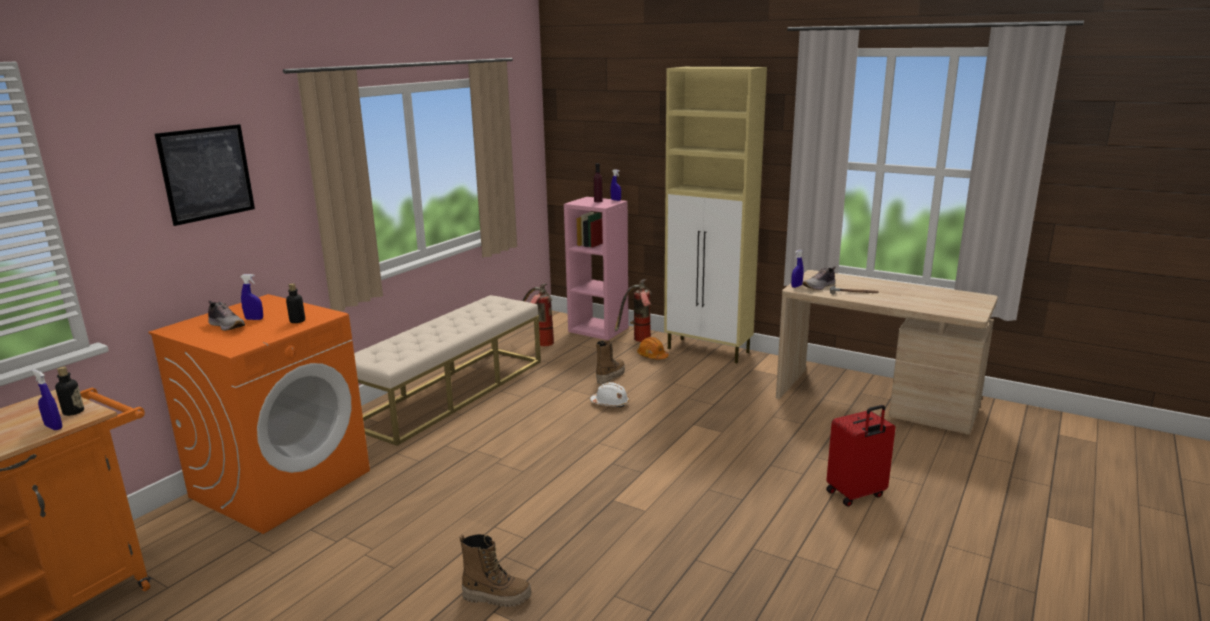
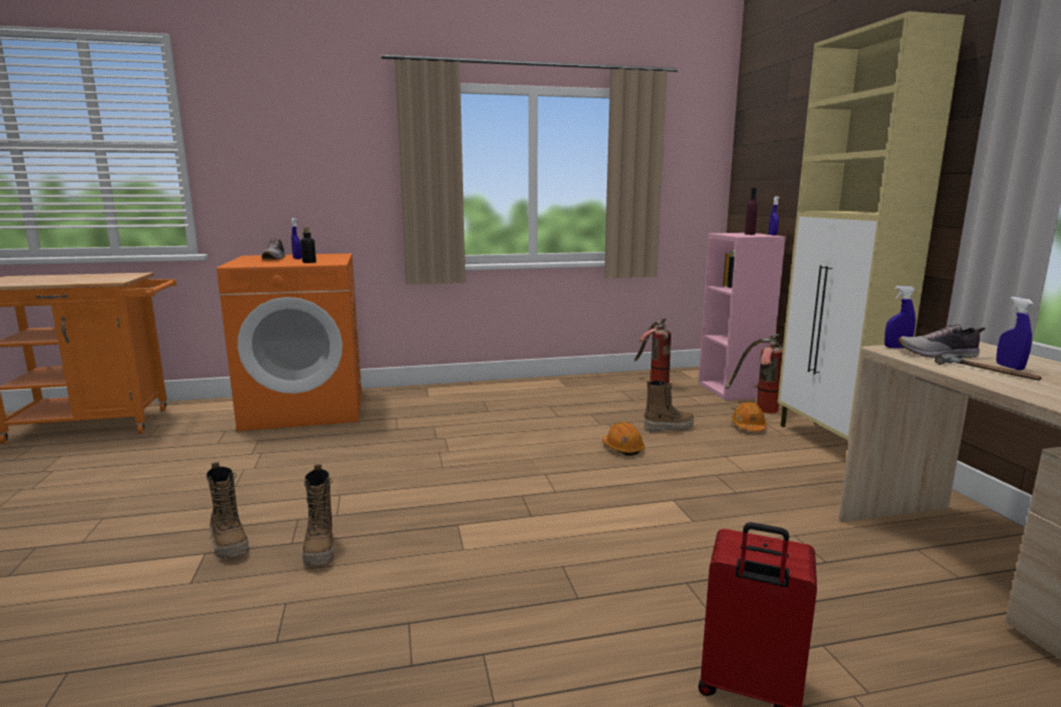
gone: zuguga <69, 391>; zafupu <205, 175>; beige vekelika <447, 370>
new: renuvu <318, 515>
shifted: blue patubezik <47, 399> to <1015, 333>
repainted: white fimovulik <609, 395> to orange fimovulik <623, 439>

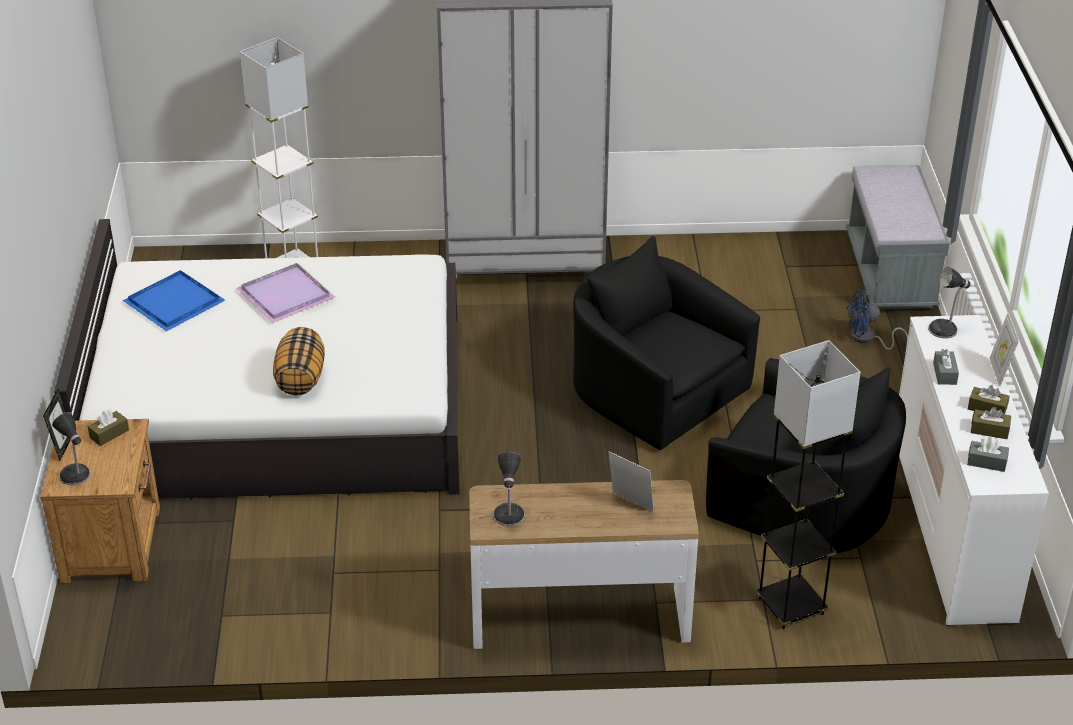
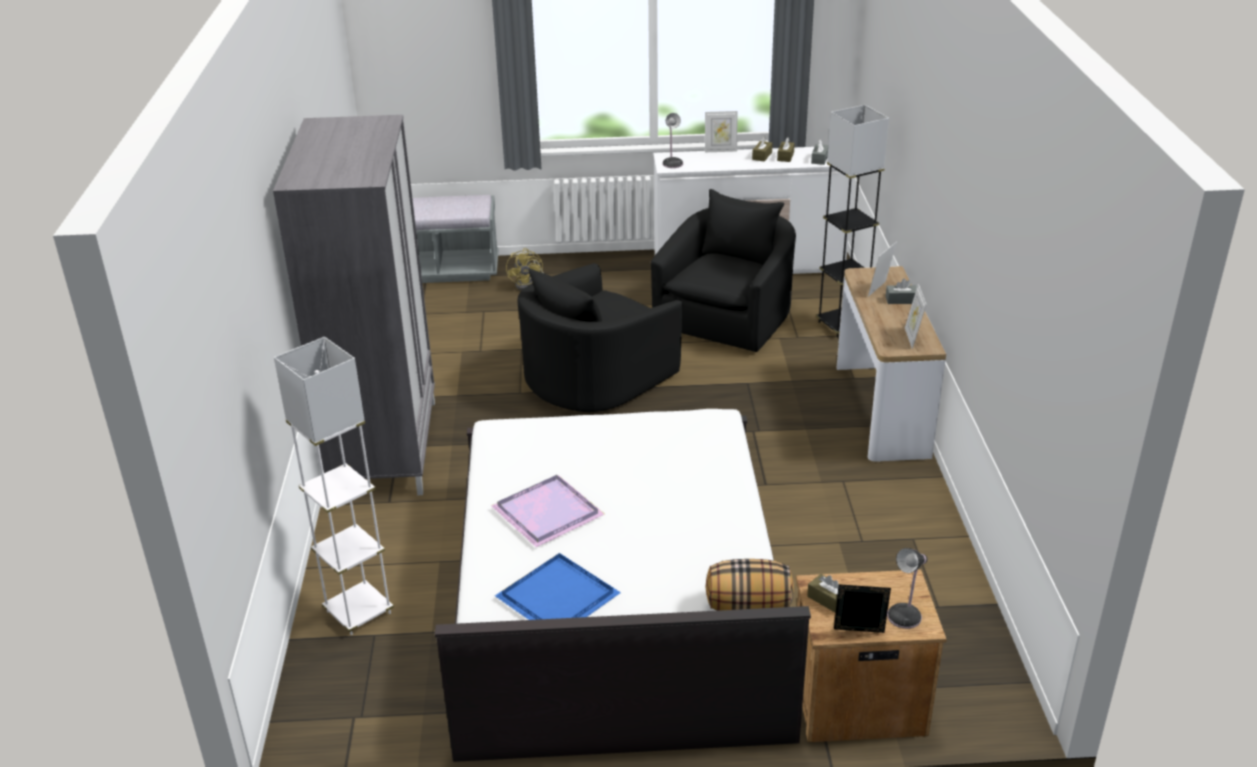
shifted: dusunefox <299, 361> to <750, 585>; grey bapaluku <946, 367> to <901, 291>
swapped: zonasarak <509, 489> to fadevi <915, 316>
repainted: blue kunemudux <877, 320> to yellow kunemudux <525, 269>

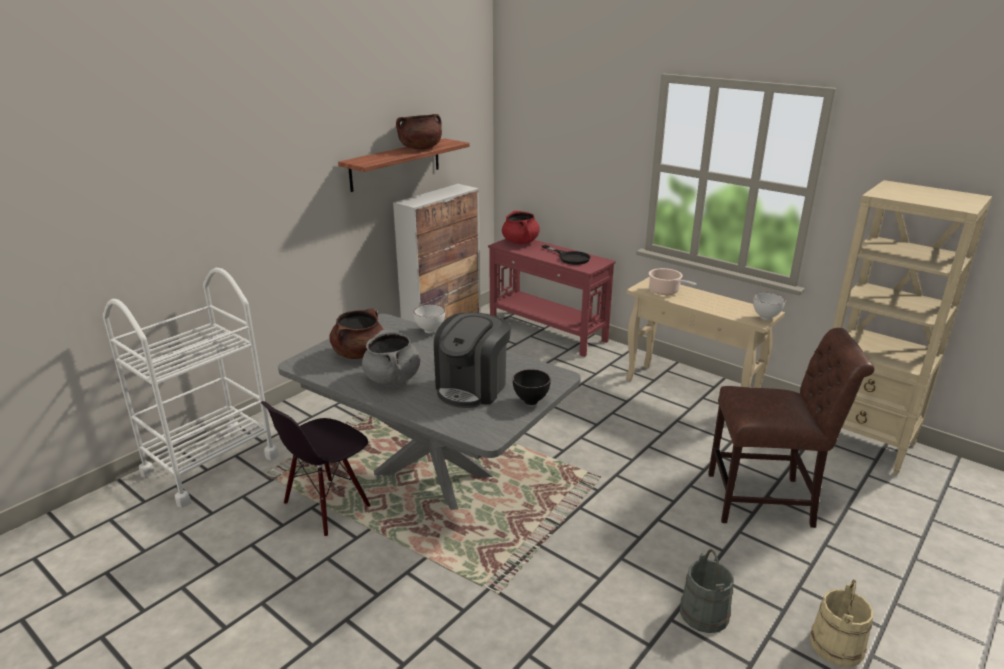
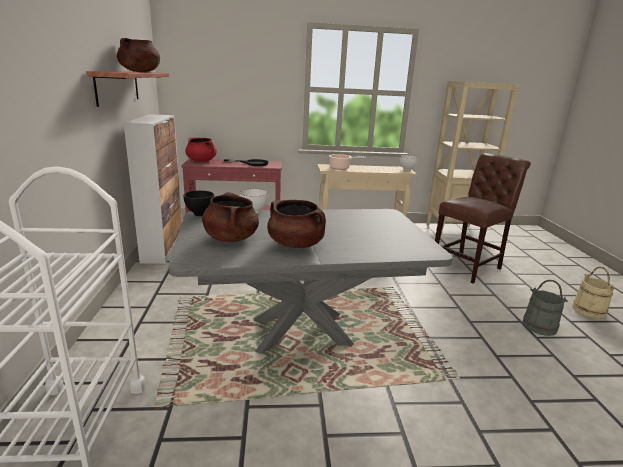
gone: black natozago <316, 469>; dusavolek <472, 360>
shifted: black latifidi <532, 387> to <198, 203>
repainted: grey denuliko <391, 358> to brown denuliko <296, 224>

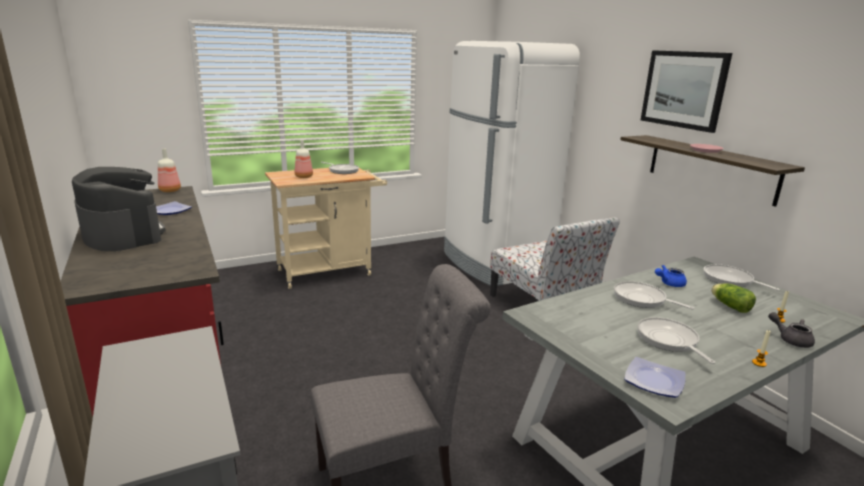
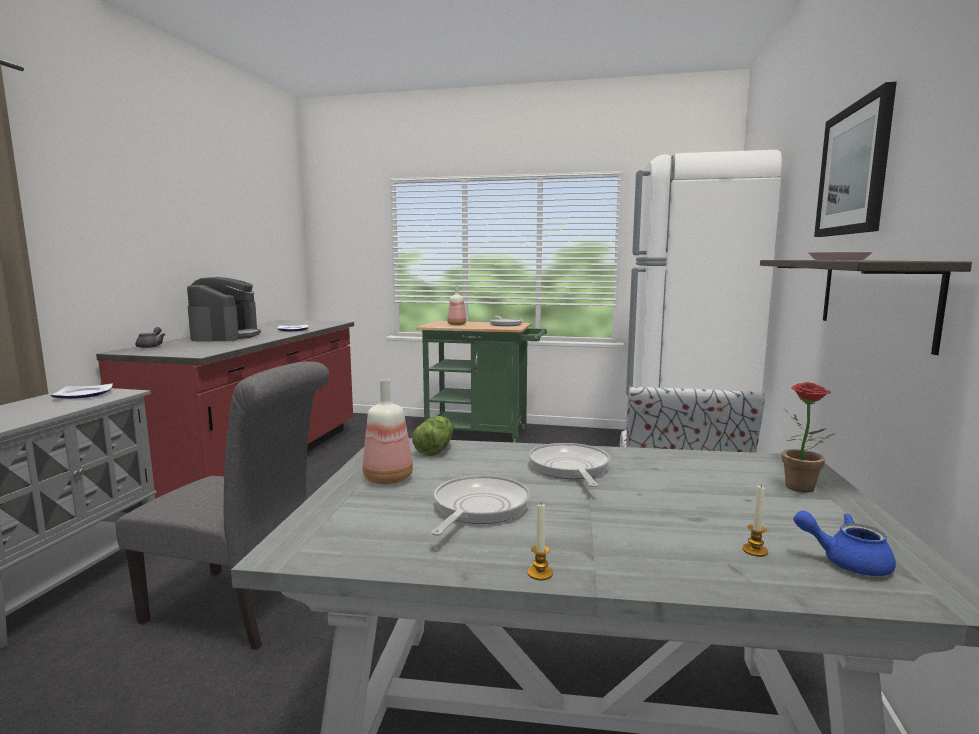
shifted: zuguga <169, 170> to <388, 431>; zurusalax <655, 377> to <82, 391>; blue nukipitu <671, 276> to <845, 543>; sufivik <733, 298> to <432, 436>; grey nukipitu <791, 330> to <150, 337>
swapped: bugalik <741, 277> to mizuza <809, 437>
repainted: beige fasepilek <326, 228> to green fasepilek <481, 382>

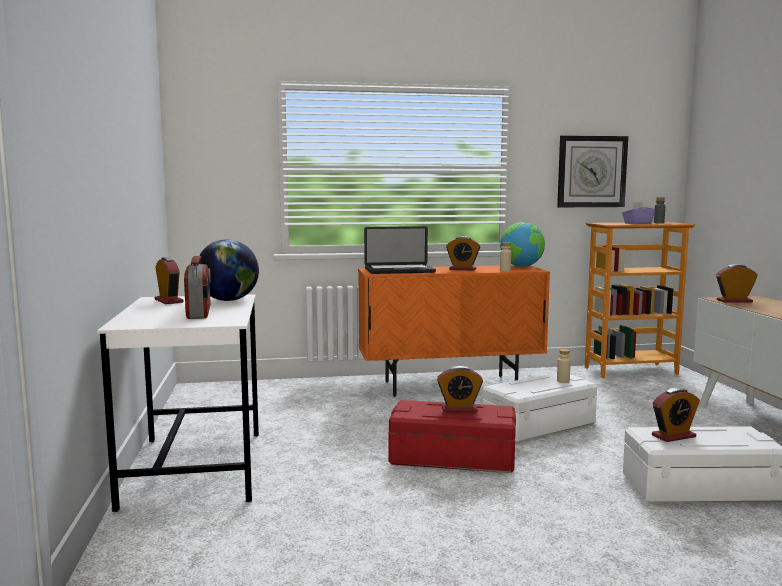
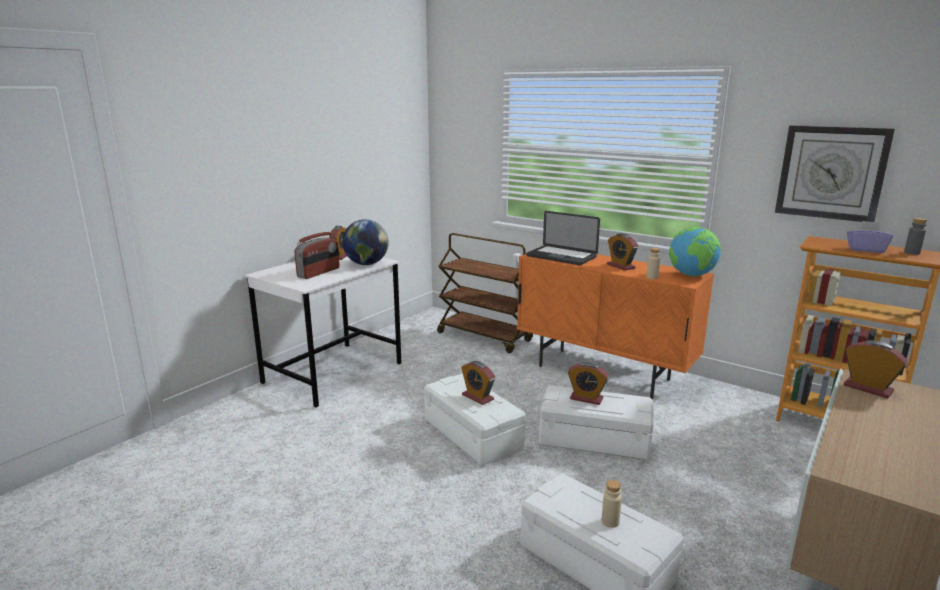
new: brown fasepilek <485, 293>
shifted: beige zuguga <564, 366> to <612, 504>; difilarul <676, 415> to <588, 383>
repainted: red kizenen <452, 436> to white kizenen <475, 420>

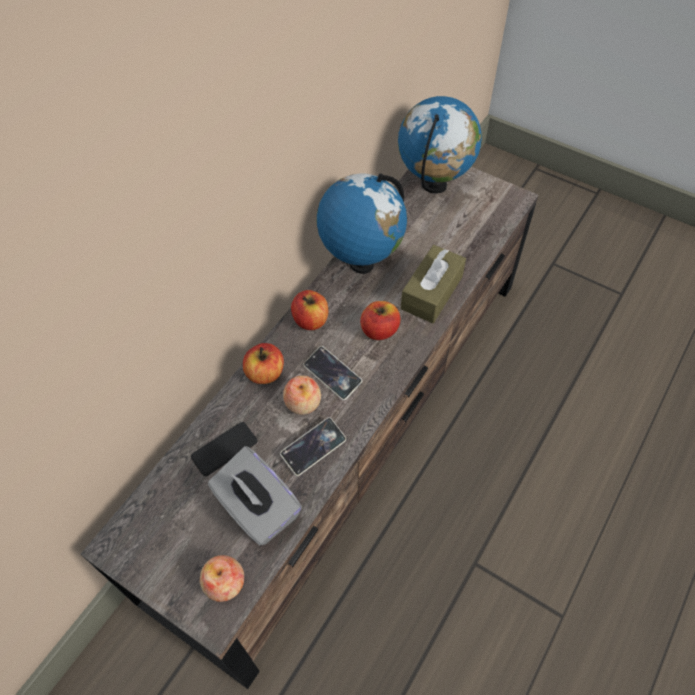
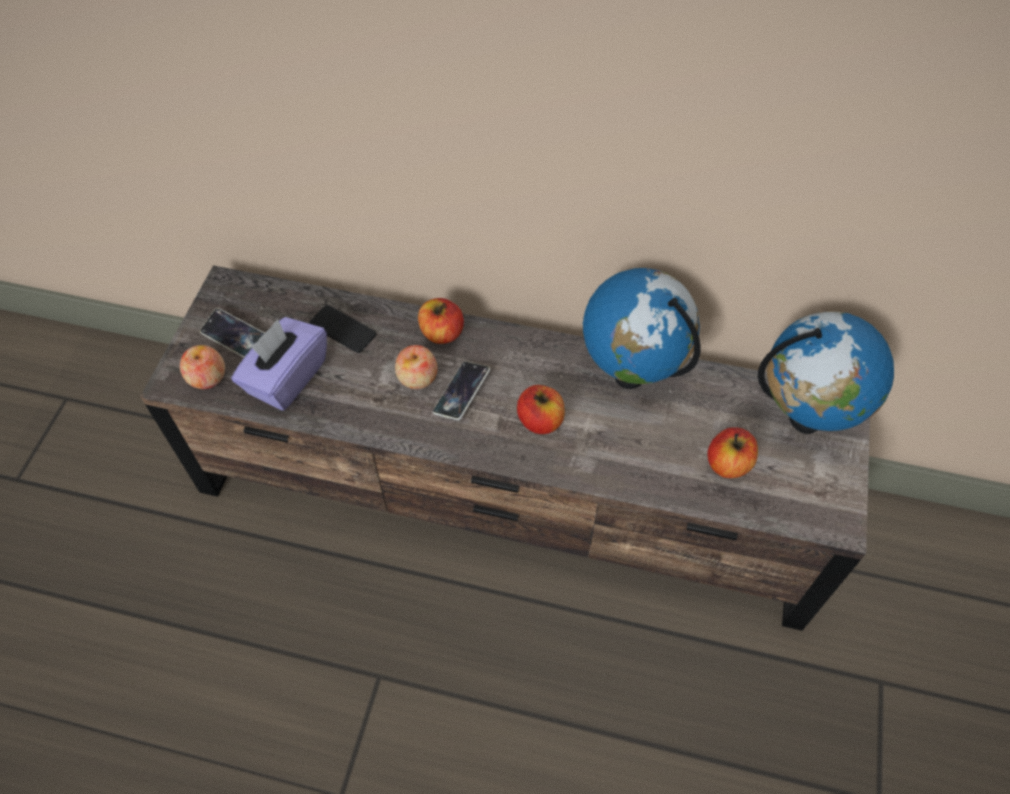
gone: brown bapaluku <433, 284>
shifted: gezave <313, 447> to <232, 332>; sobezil <309, 310> to <732, 452>
repainted: grey bapaluku <255, 496> to purple bapaluku <279, 364>

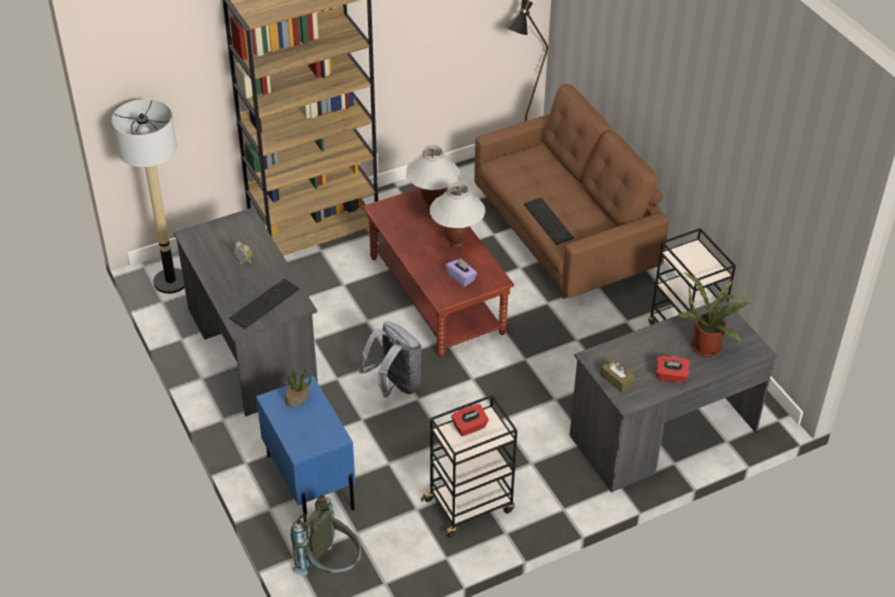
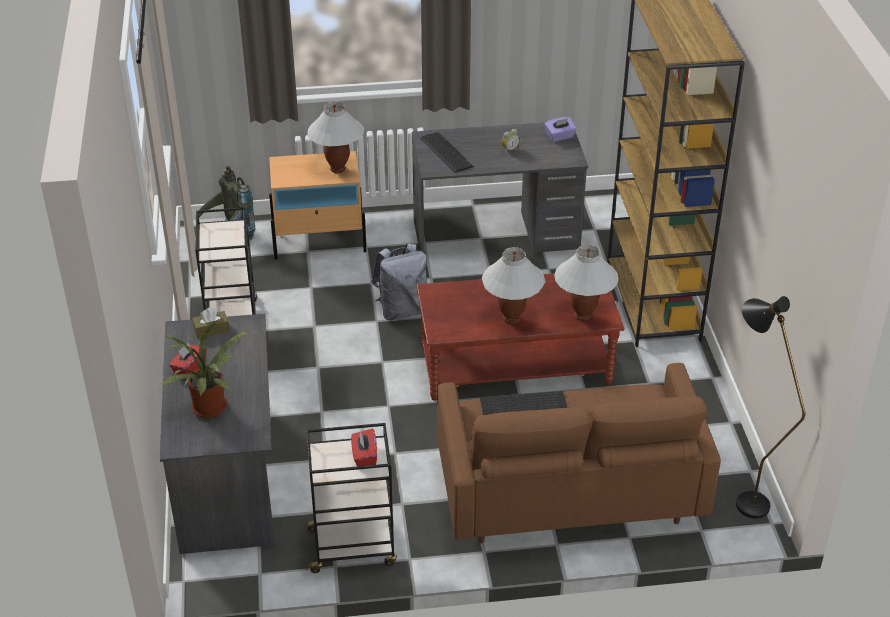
gone: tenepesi <148, 196>
shifted: purple bapaluku <461, 272> to <560, 129>; red bapaluku <470, 420> to <364, 447>
swapped: mizuza <295, 386> to white zonasarak <335, 137>
repainted: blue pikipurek <305, 449> to beige pikipurek <317, 205>

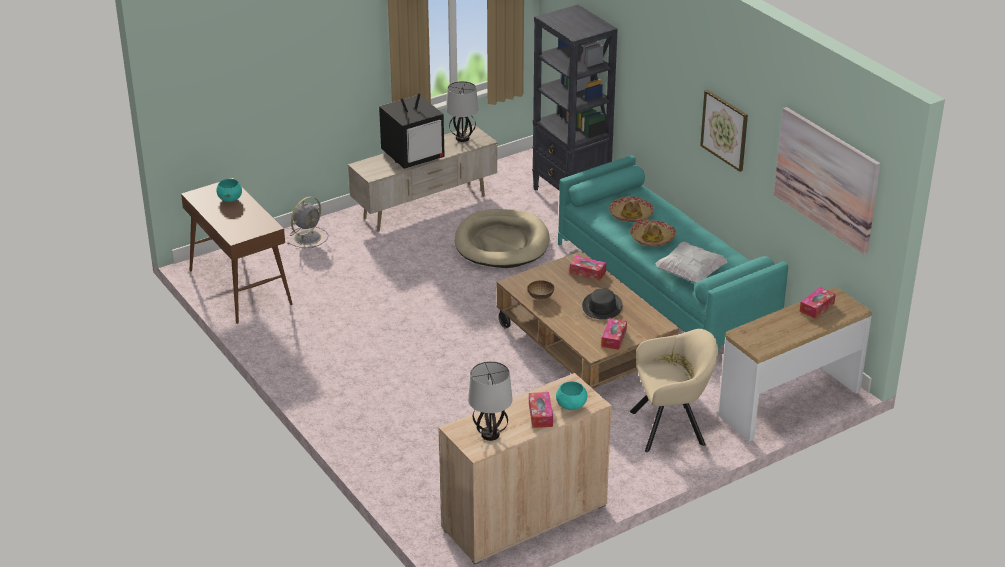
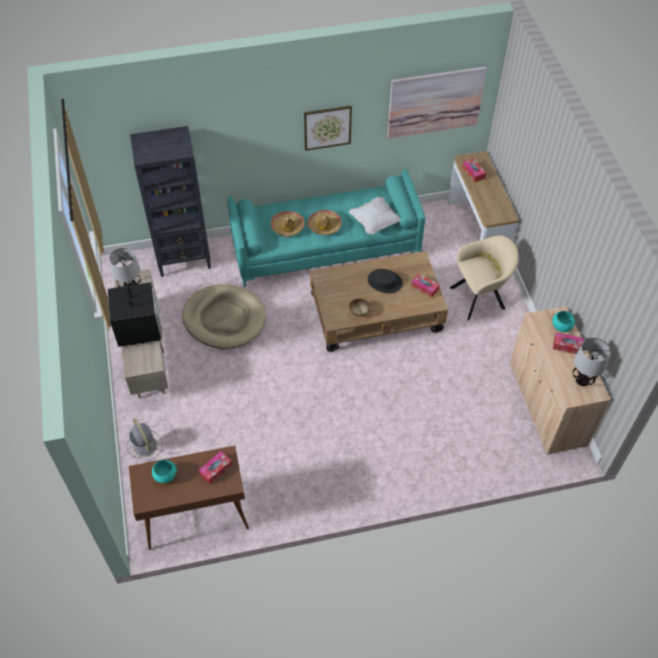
shifted: bapaluku <588, 268> to <215, 467>
rotated: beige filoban <674, 390> = <484, 277> 60 degrees clockwise

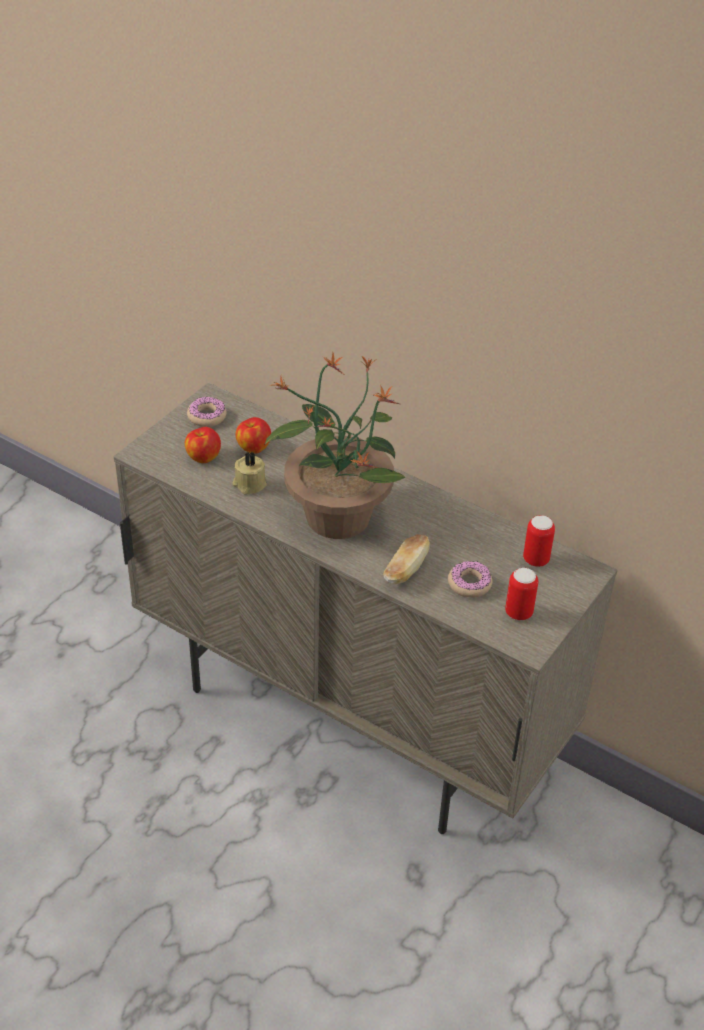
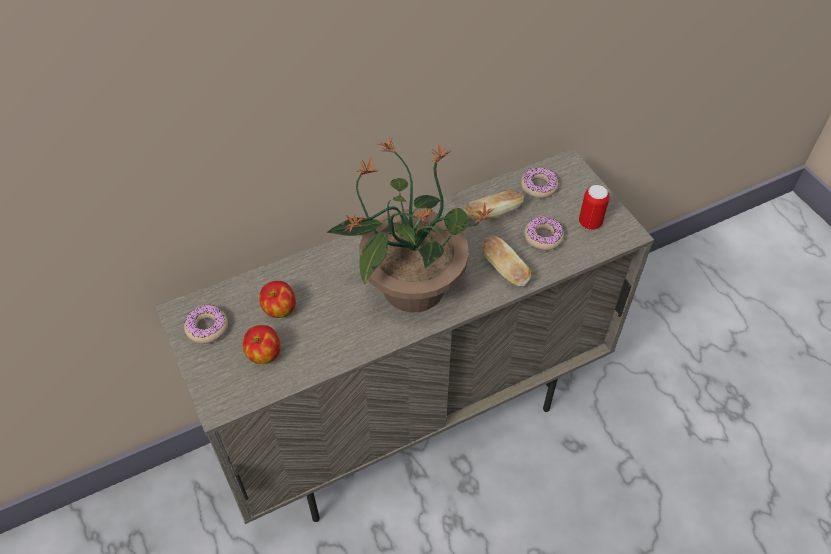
gone: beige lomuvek <249, 472>
new: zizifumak <493, 205>
swapped: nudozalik <539, 541> to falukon <539, 183>

